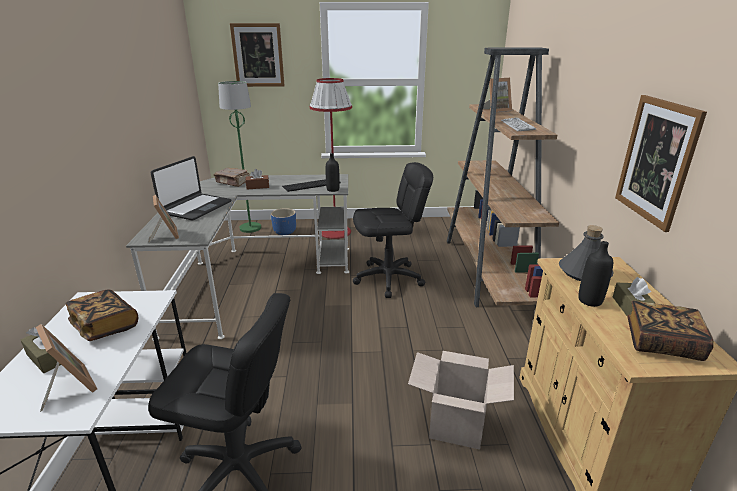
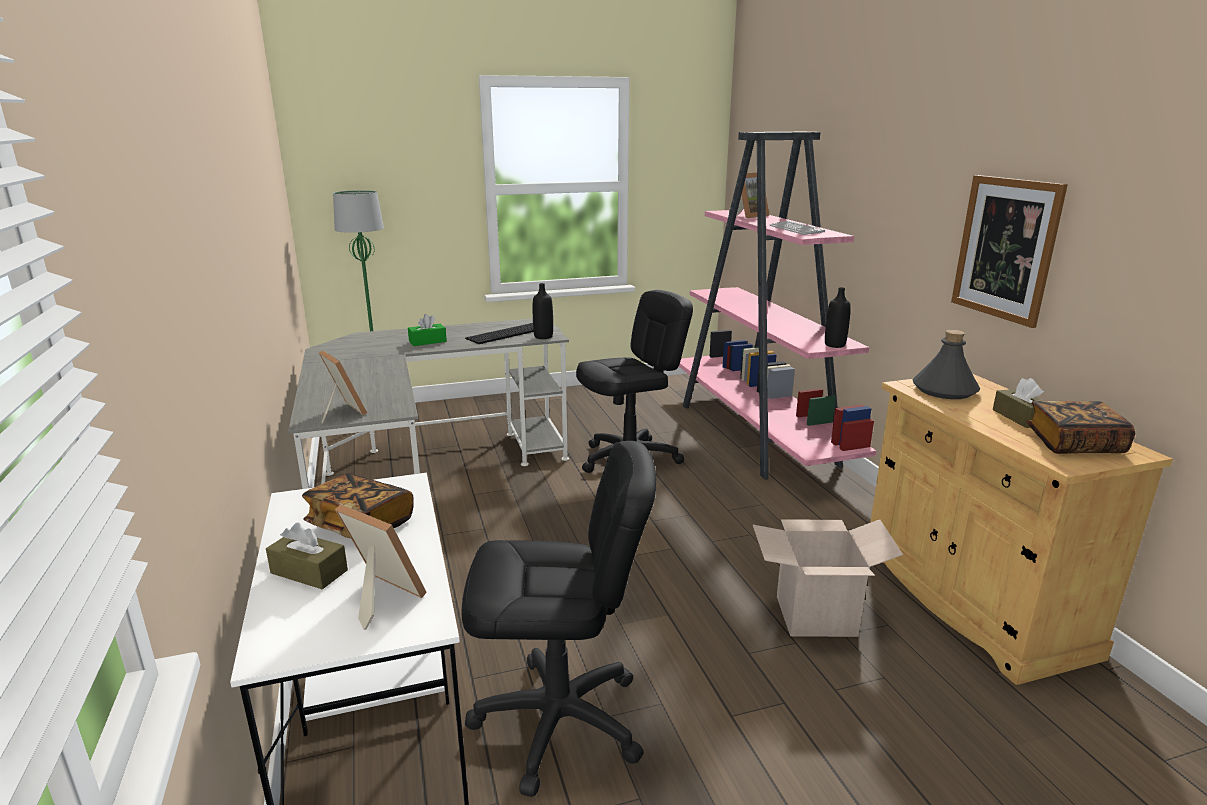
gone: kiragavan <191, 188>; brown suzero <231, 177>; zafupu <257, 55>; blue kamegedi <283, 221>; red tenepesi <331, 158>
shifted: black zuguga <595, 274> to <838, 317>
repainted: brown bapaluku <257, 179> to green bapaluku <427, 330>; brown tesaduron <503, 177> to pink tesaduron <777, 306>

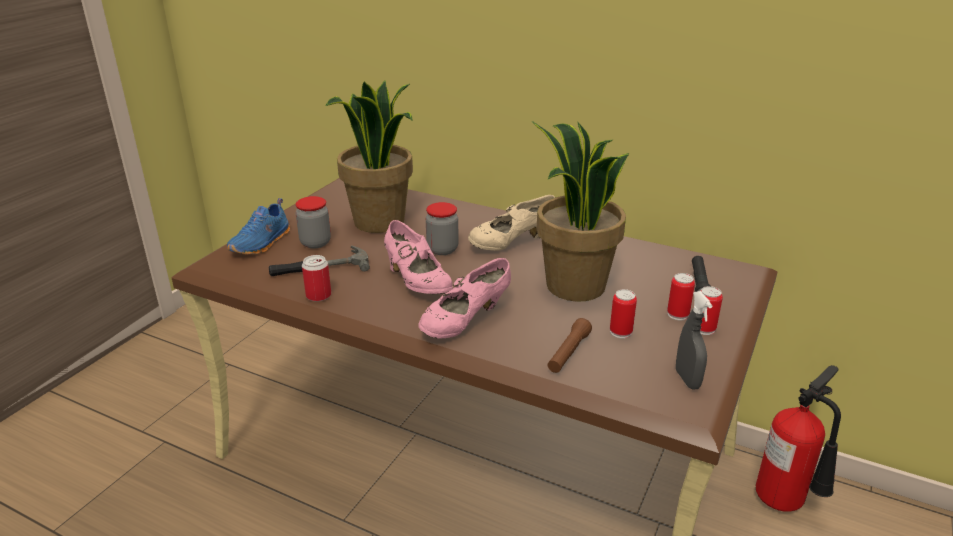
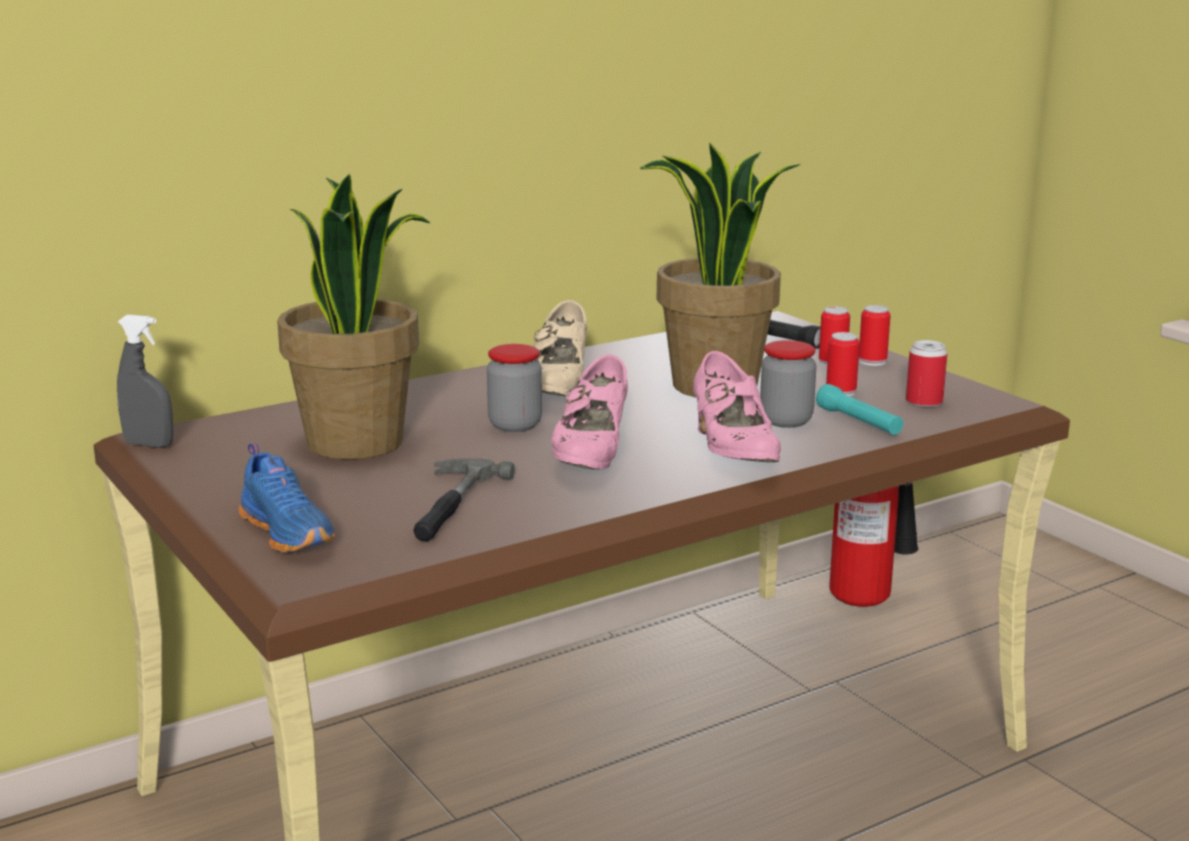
shifted: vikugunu <313, 222> to <788, 384>; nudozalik <316, 278> to <927, 373>; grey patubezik <694, 340> to <145, 381>
repainted: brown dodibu <570, 345> to turquoise dodibu <859, 409>
rotated: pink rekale <418, 257> = <589, 412> 105 degrees clockwise

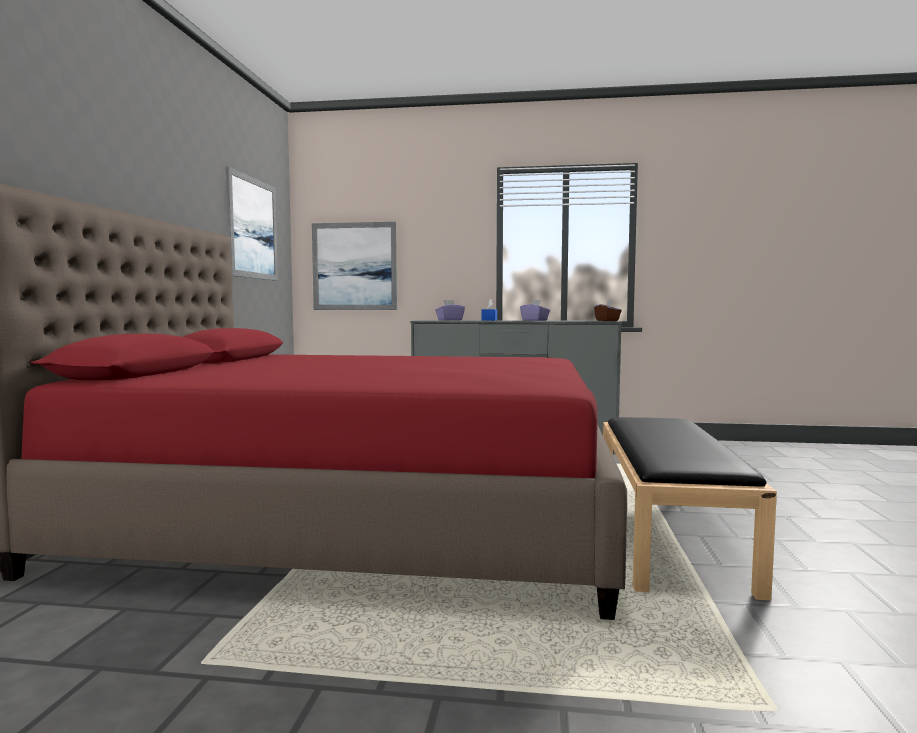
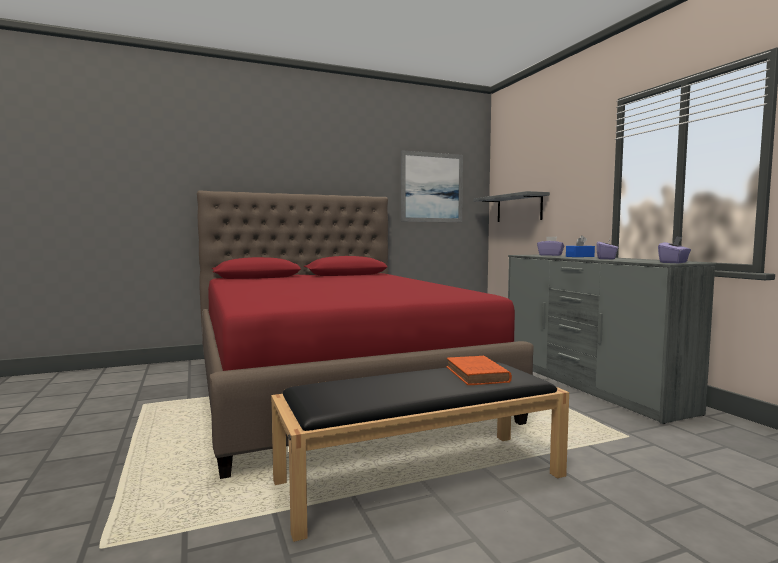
new: orange suzero <479, 370>
swapped: zafupu <354, 266> to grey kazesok <511, 206>
repainted: brown bapaluku <608, 310> to purple bapaluku <674, 249>

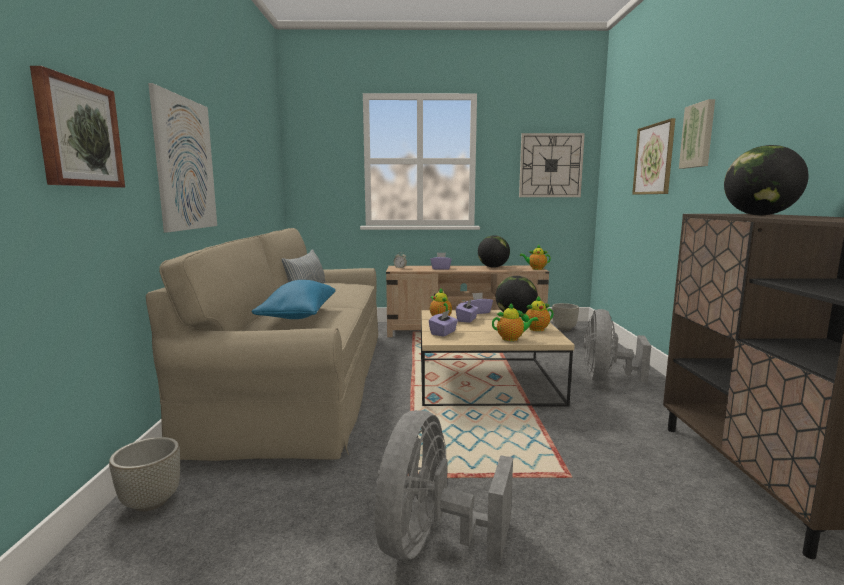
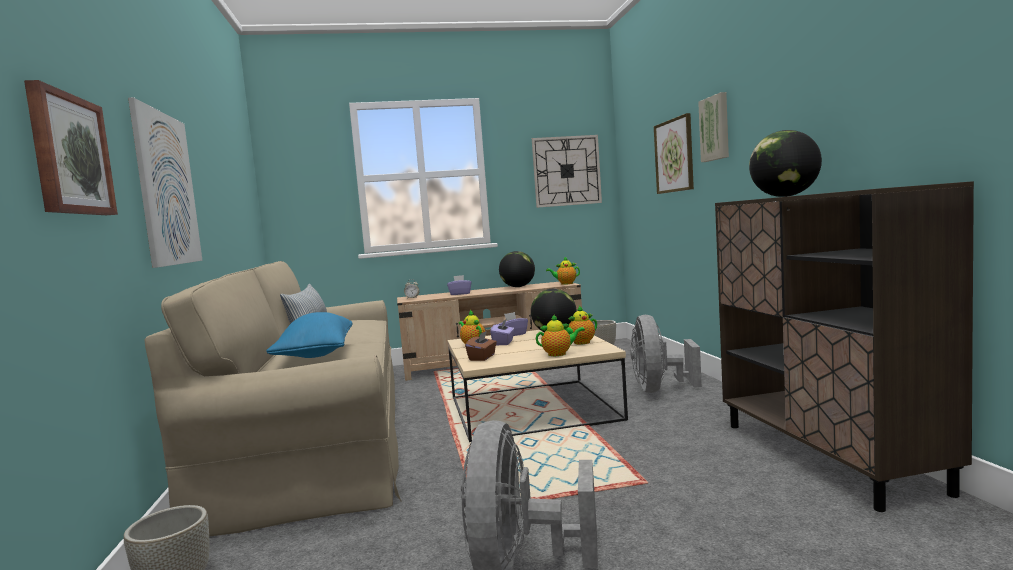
repainted: purple bapaluku <443, 323> to brown bapaluku <481, 346>

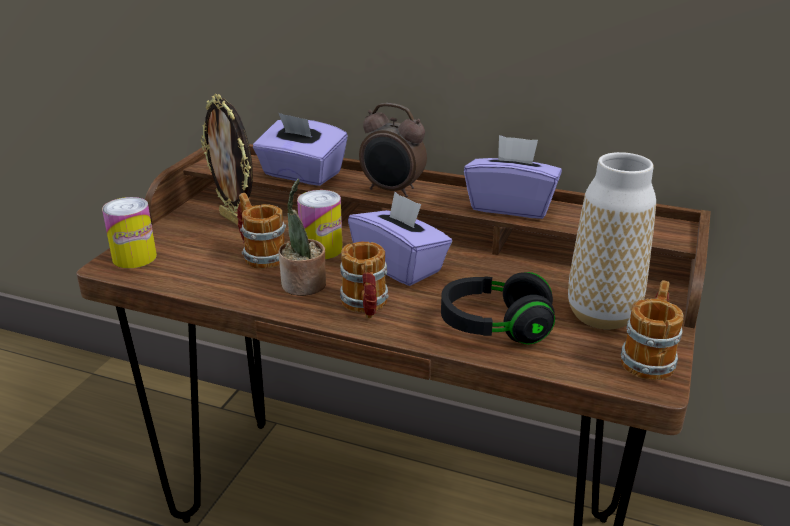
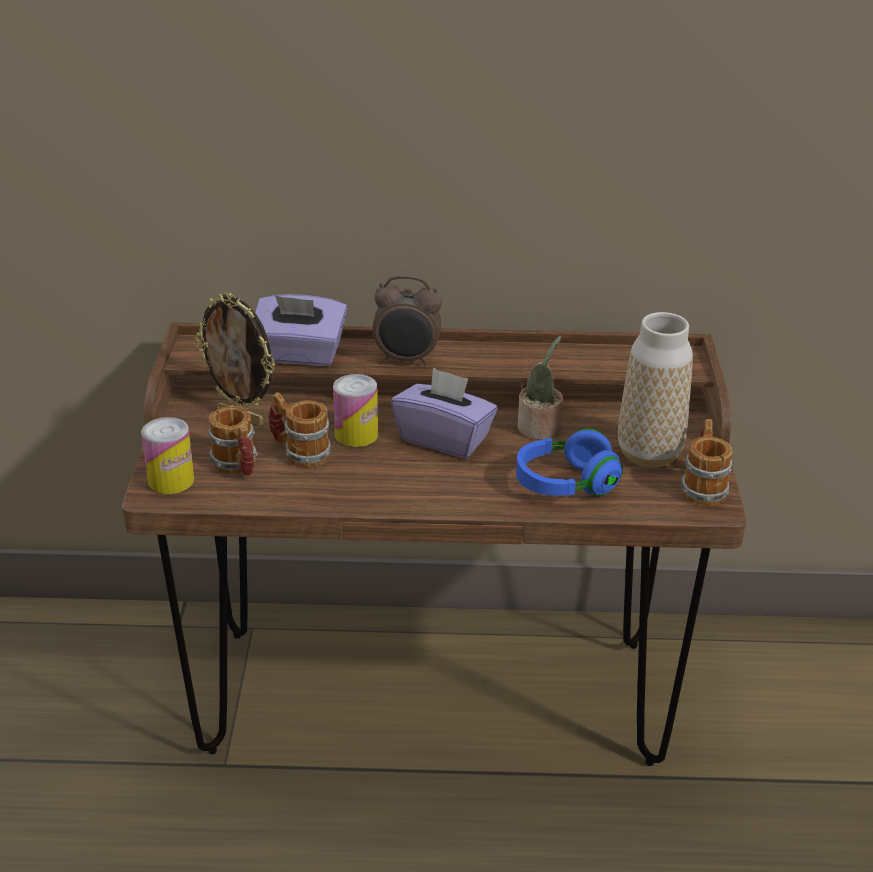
gone: purple bapaluku <513, 177>
shifted: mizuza <302, 237> to <540, 387>; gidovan <364, 279> to <233, 442>
repainted: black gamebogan <498, 308> to blue gamebogan <569, 462>

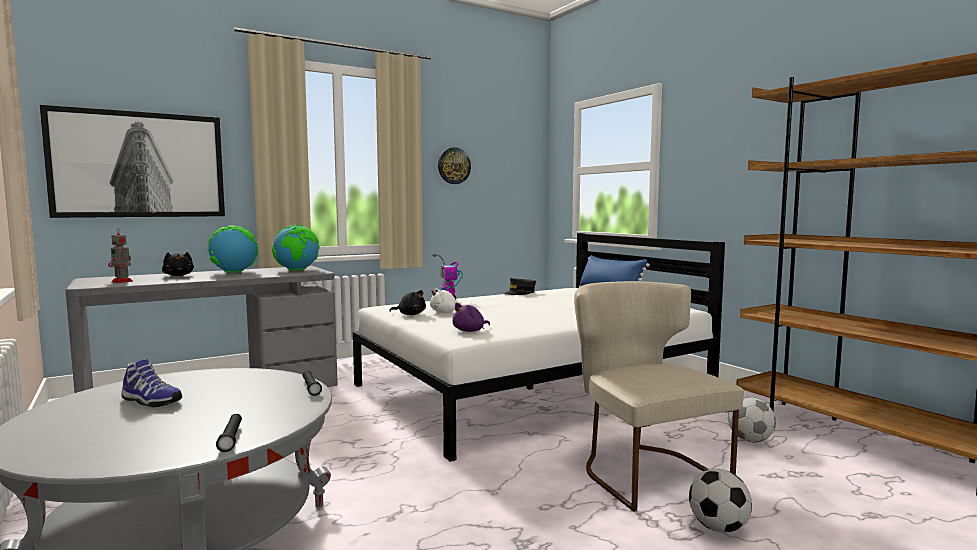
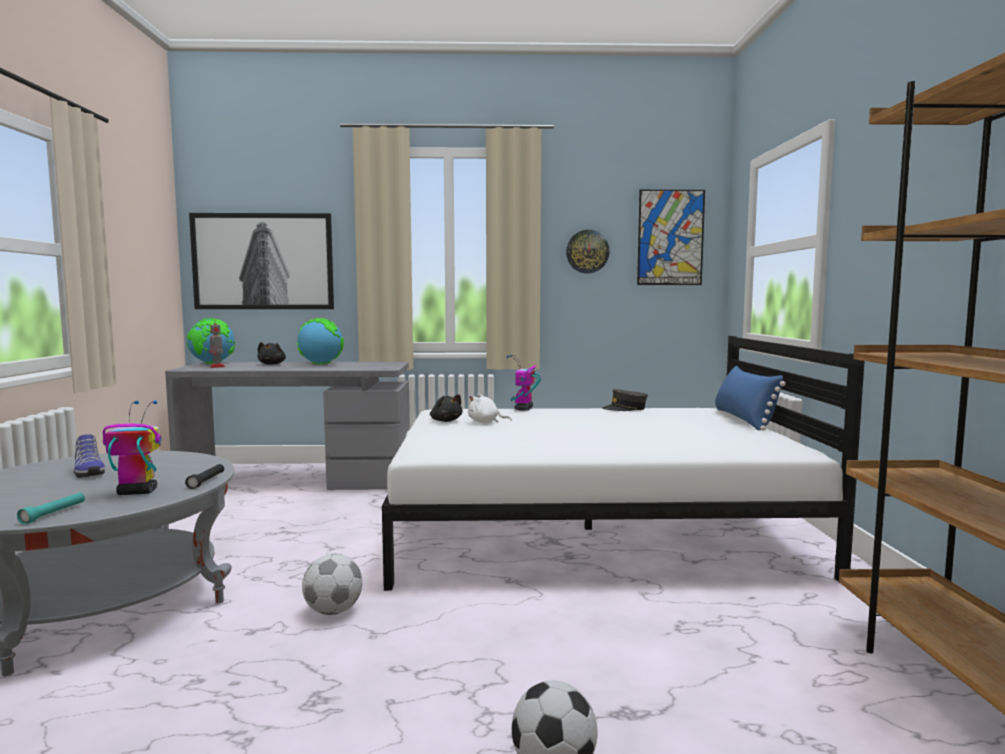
gone: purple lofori <471, 317>; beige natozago <659, 396>
new: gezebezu <132, 447>; zafupu <671, 237>
shifted: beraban <296, 248> to <211, 341>; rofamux <752, 419> to <332, 584>
repainted: black dodibu <229, 433> to turquoise dodibu <51, 509>

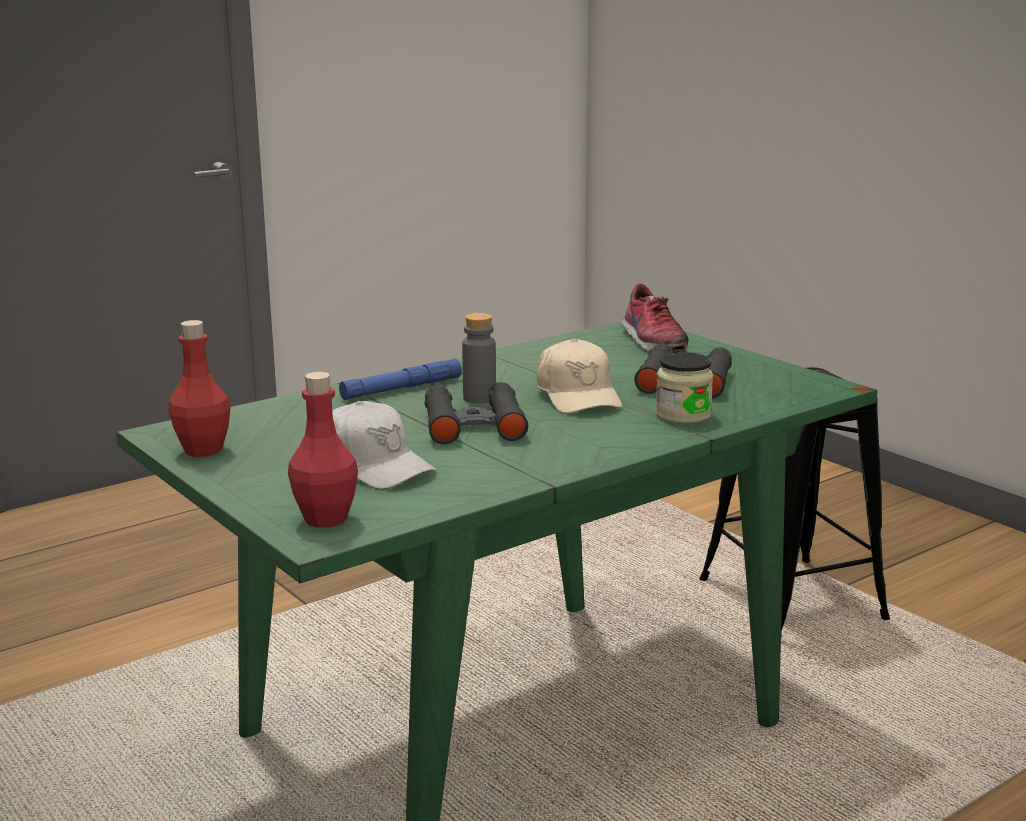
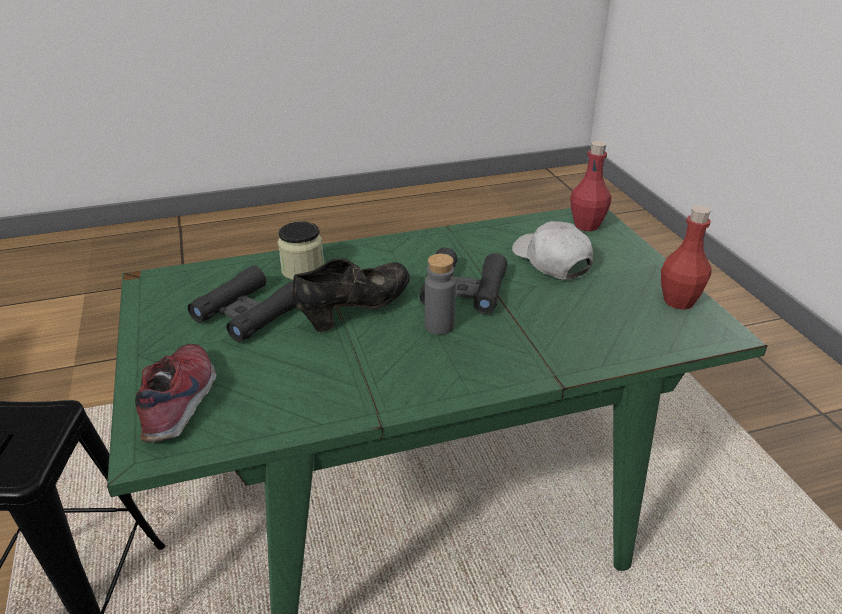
gone: blue dodibu <400, 379>
swapped: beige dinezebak <579, 376> to black rekale <351, 295>

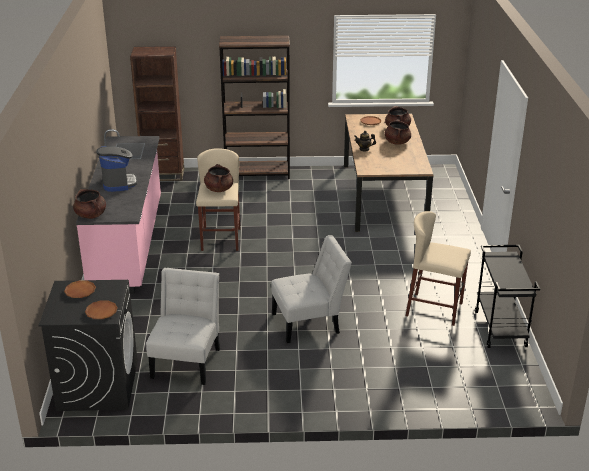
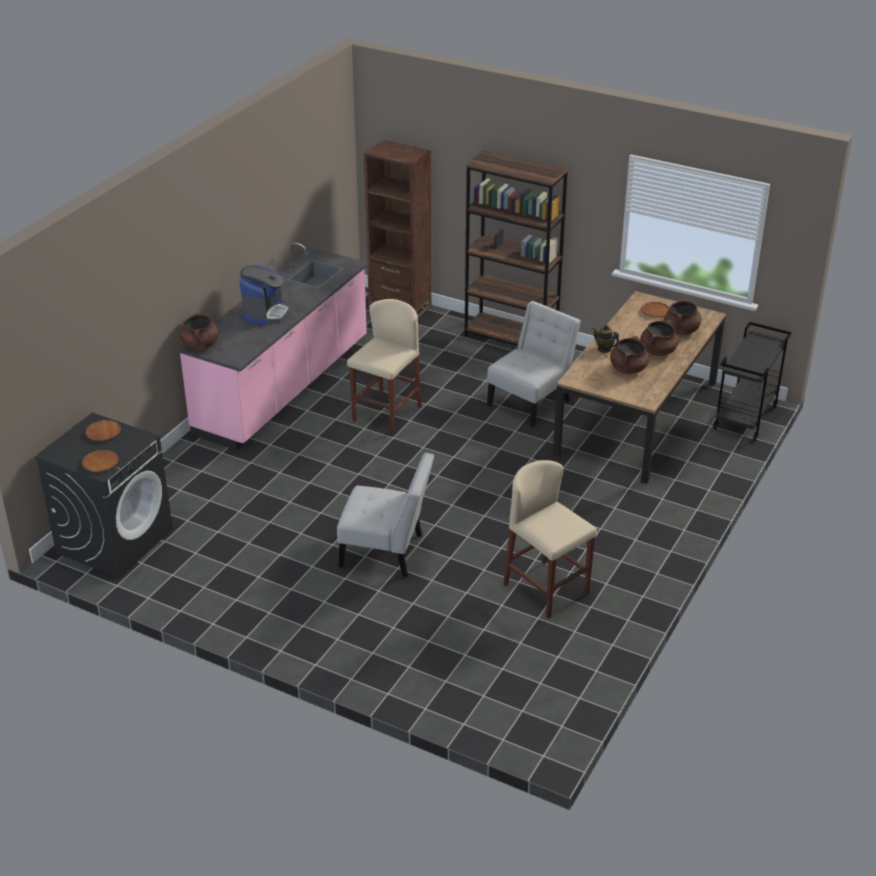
shifted: white natozago <183, 326> to <534, 364>; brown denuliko <218, 178> to <629, 355>; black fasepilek <507, 296> to <753, 381>

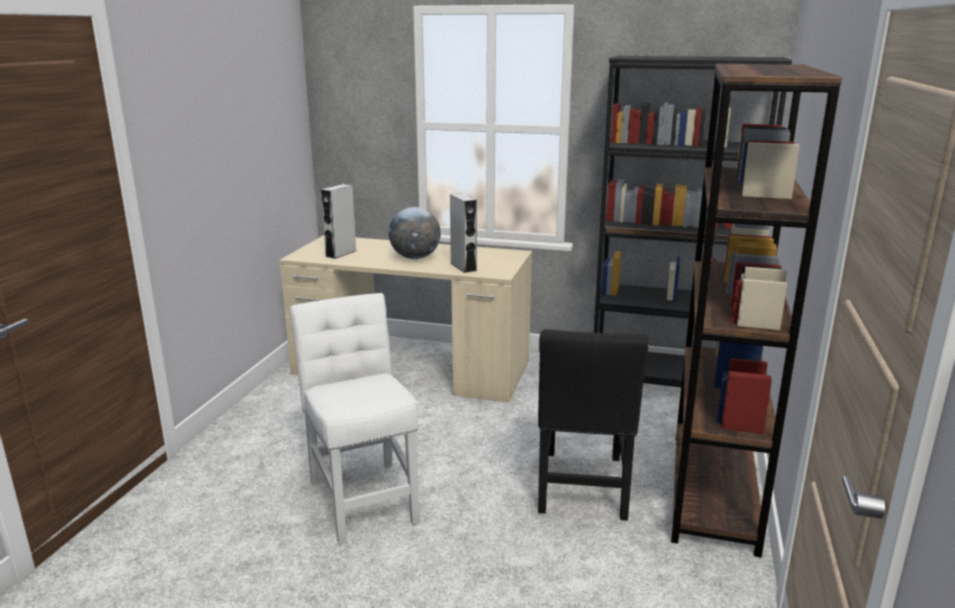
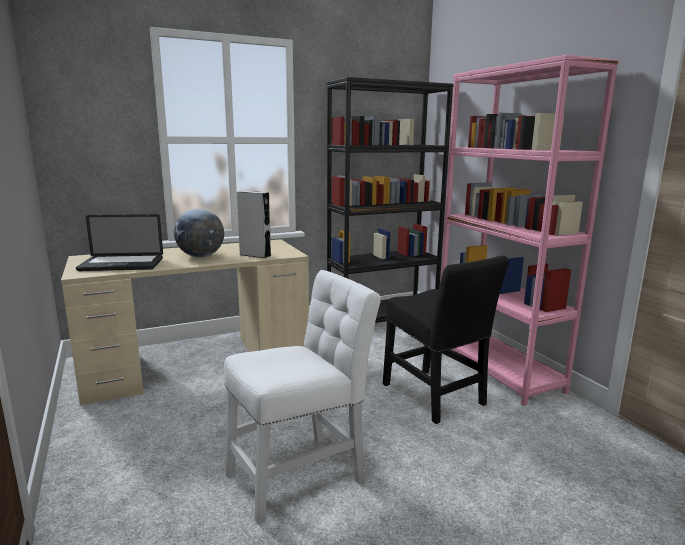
swapped: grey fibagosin <338, 221> to kiragavan <119, 242>
repainted: brown tesaduron <756, 311> to pink tesaduron <530, 230>
rotated: white natozago <355, 419> = <302, 397> 120 degrees clockwise

